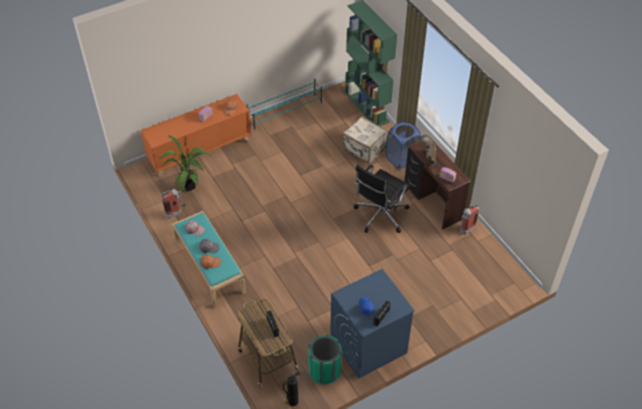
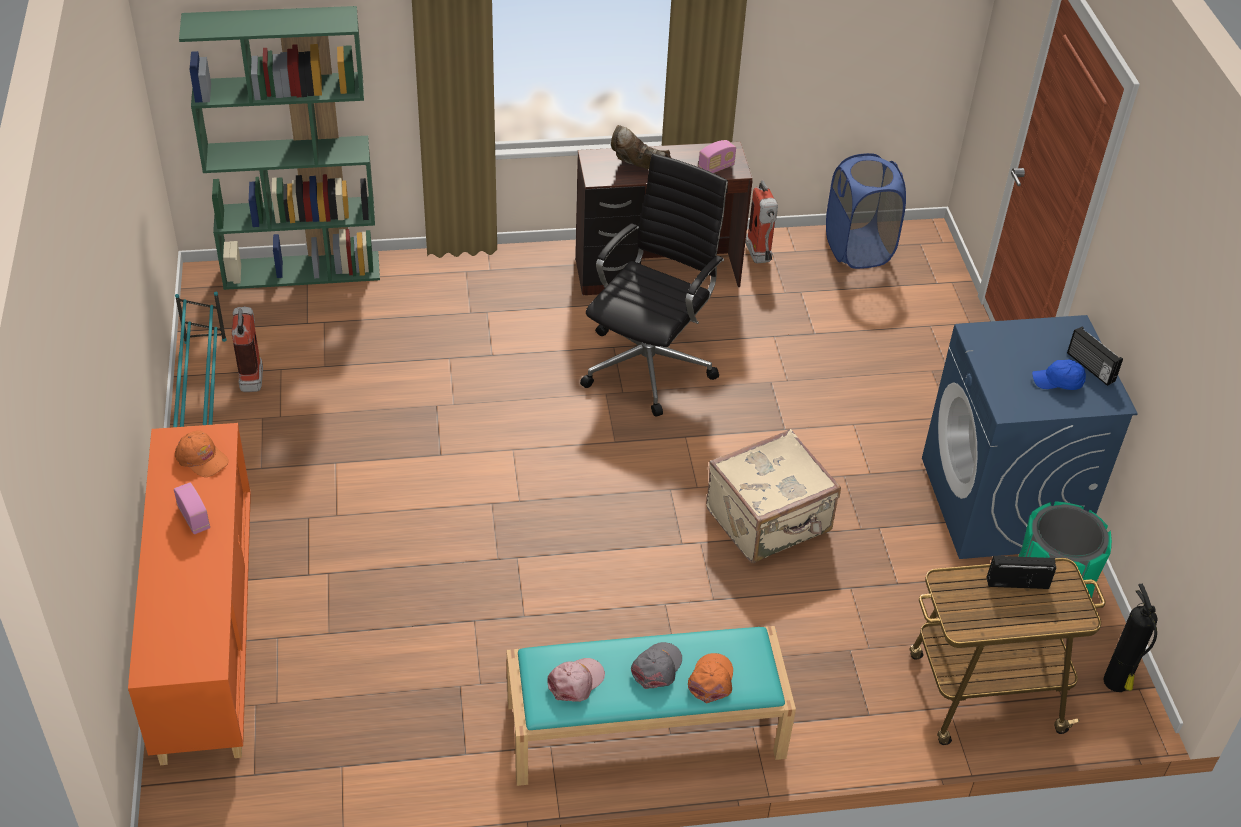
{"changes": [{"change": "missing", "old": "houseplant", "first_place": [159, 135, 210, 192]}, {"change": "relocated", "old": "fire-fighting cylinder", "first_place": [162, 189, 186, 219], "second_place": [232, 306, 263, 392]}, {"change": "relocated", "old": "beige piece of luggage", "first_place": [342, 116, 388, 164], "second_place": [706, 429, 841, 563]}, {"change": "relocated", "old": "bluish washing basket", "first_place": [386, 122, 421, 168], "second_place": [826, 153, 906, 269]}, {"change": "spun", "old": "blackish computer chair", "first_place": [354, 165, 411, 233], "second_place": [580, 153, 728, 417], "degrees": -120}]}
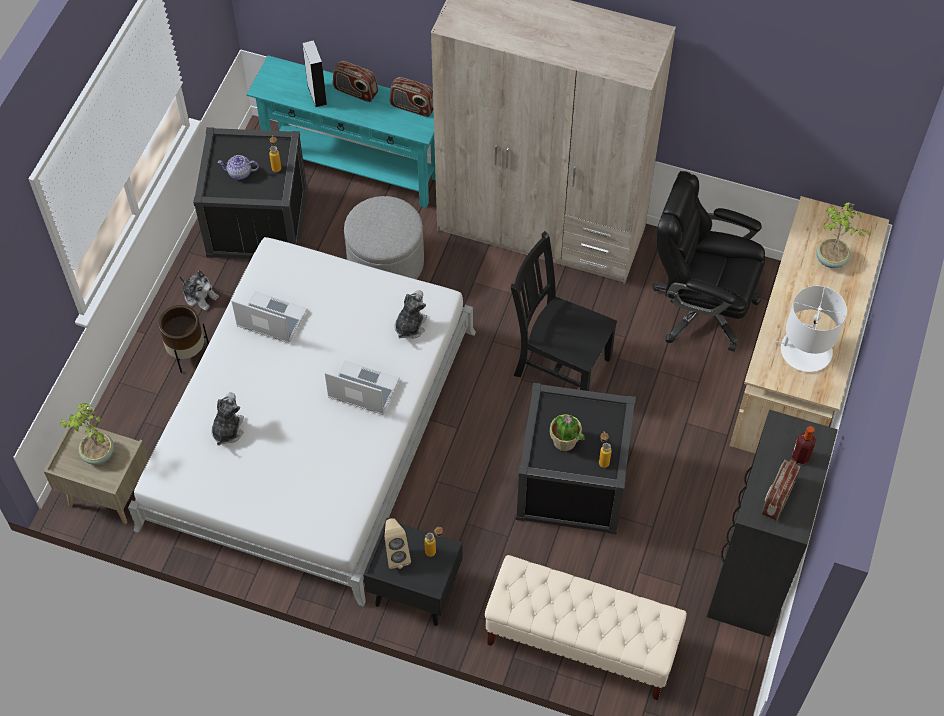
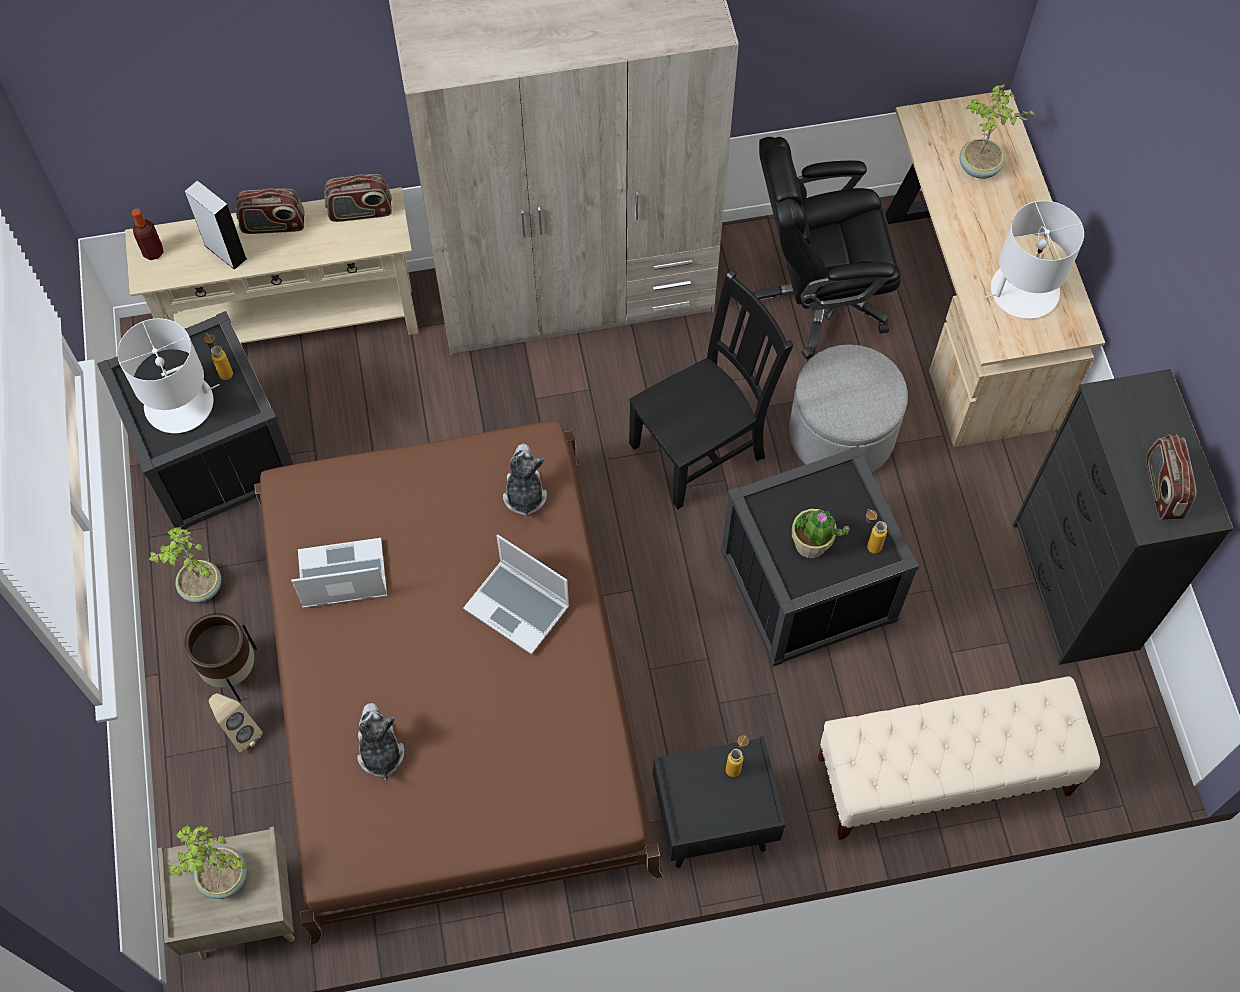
{"changes": [{"change": "relocated", "old": "greyish ottoman", "first_place": [344, 196, 424, 279], "second_place": [789, 344, 908, 473]}, {"change": "relocated", "old": "beige audio speaker", "first_place": [385, 518, 411, 569], "second_place": [209, 693, 263, 753]}, {"change": "relocated", "old": "bottle", "first_place": [792, 426, 816, 464], "second_place": [132, 209, 164, 260]}, {"change": "exchanged", "old": "plush toy", "new": "houseplant", "first_place": [179, 271, 219, 311], "second_place": [148, 527, 221, 603]}, {"change": "exchanged", "old": "teapot", "new": "white tabletop lamp", "first_place": [218, 155, 259, 180], "second_place": [117, 318, 220, 434]}, {"change": "colour", "old": "white sleeping bed", "new": "brown sleeping bed", "first_place": [128, 237, 476, 607], "second_place": [254, 420, 663, 944]}, {"change": "colour", "old": "turquoise hall table", "new": "beige hall table", "first_place": [247, 55, 436, 208], "second_place": [125, 187, 419, 343]}, {"change": "spun", "old": "notebook computer", "first_place": [325, 360, 400, 415], "second_place": [463, 534, 570, 654], "degrees": -135}, {"change": "spun", "old": "blackish plain chair", "first_place": [511, 231, 617, 391], "second_place": [629, 269, 793, 509], "degrees": 150}]}
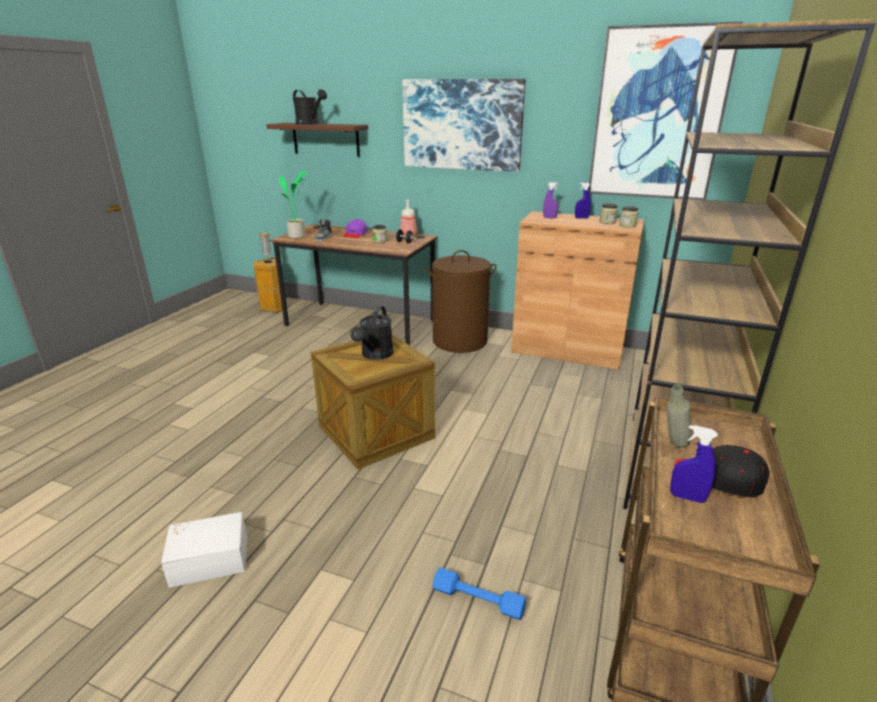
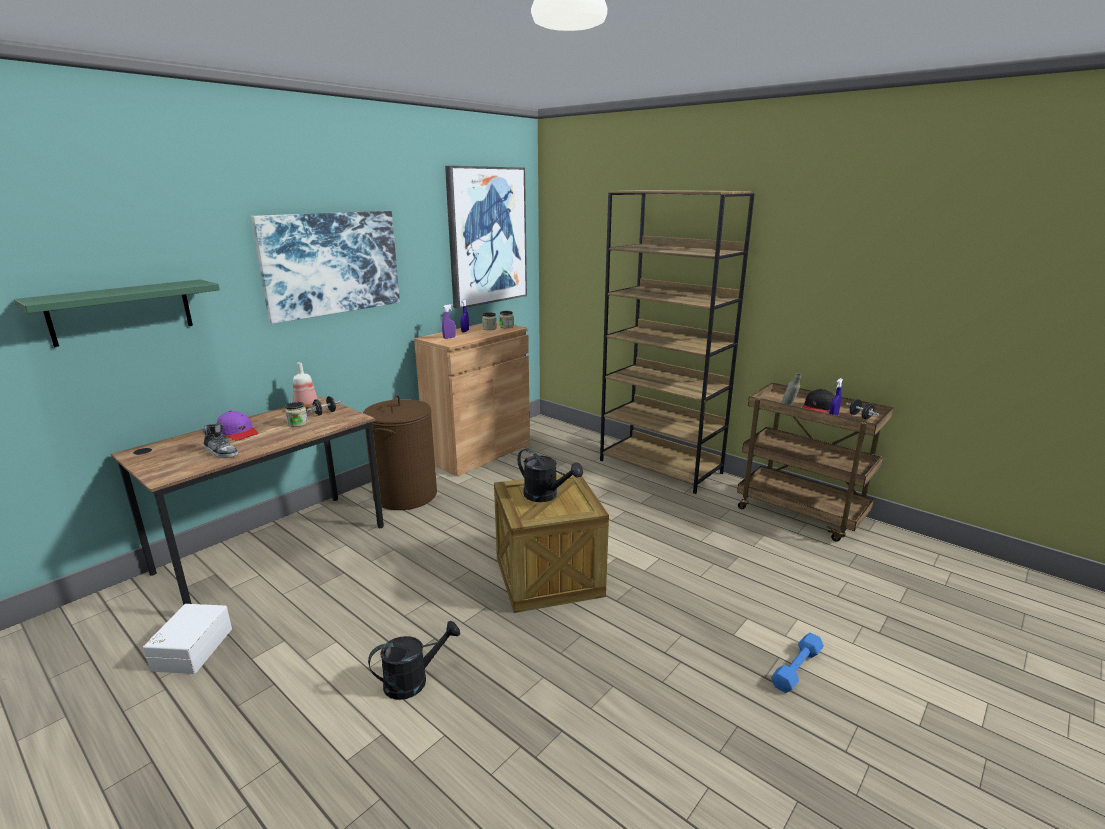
{"changes": [{"change": "missing", "old": "trash can", "first_place": [253, 233, 287, 313]}, {"change": "missing", "old": "houseplant", "first_place": [275, 171, 310, 239]}, {"change": "appeared", "new": "blackish hand weight", "second_place": [846, 399, 879, 419]}, {"change": "relocated", "old": "white storage container", "first_place": [161, 512, 247, 588], "second_place": [143, 604, 232, 674]}, {"change": "relocated", "old": "blackish watering can", "first_place": [293, 89, 327, 125], "second_place": [368, 621, 460, 700]}, {"change": "relocated", "old": "bluish hand weight", "first_place": [432, 567, 526, 620], "second_place": [771, 633, 824, 693]}, {"change": "colour", "old": "brown bracket shelf", "new": "greenish bracket shelf", "first_place": [266, 123, 368, 157], "second_place": [14, 279, 220, 347]}]}
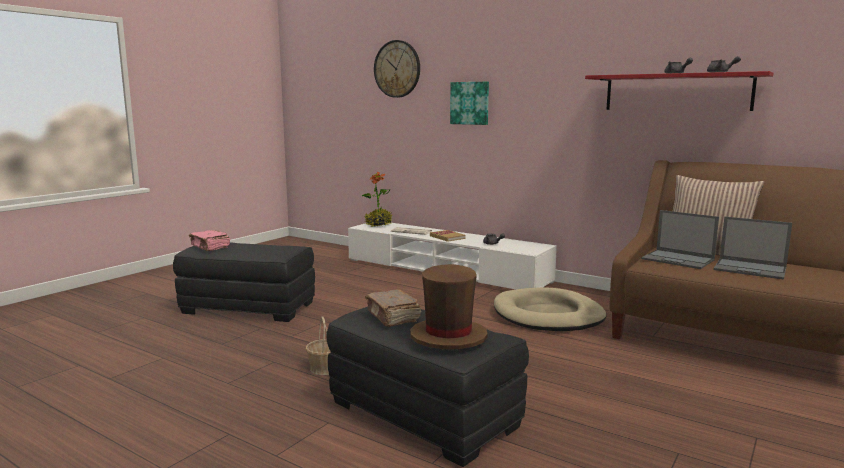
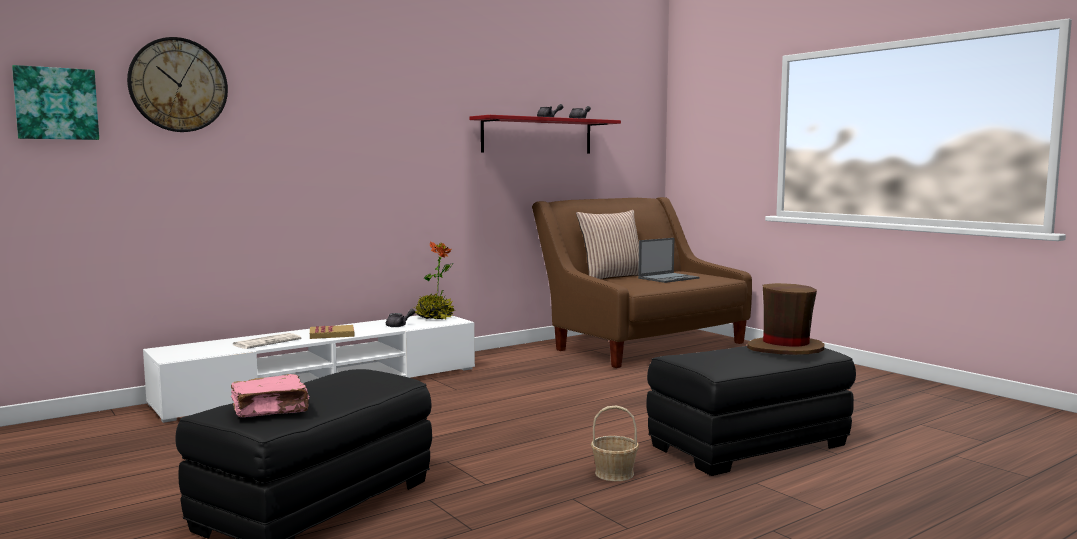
{"changes": [{"change": "missing", "old": "brown volume", "first_place": [365, 289, 421, 327]}, {"change": "missing", "old": "beige pet bed", "first_place": [494, 287, 606, 331]}, {"change": "missing", "old": "notebook computer", "first_place": [641, 210, 719, 269]}, {"change": "relocated", "old": "houseplant", "first_place": [361, 172, 392, 227], "second_place": [415, 242, 455, 319]}, {"change": "relocated", "old": "wall art", "first_place": [450, 82, 489, 125], "second_place": [12, 65, 99, 140]}]}
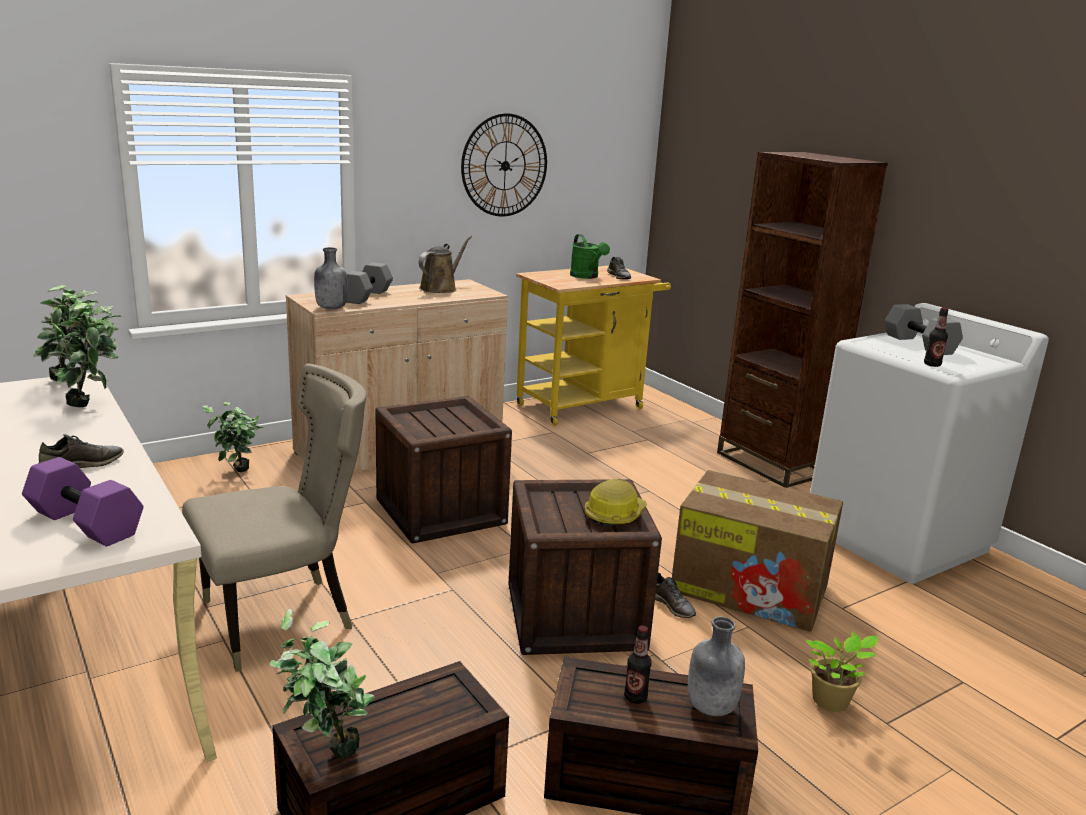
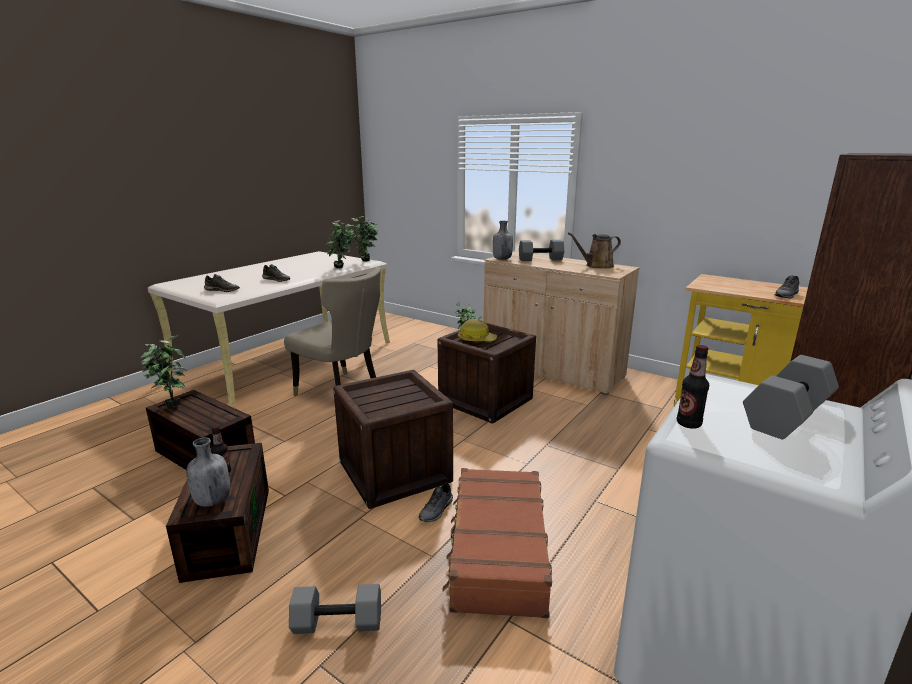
{"changes": [{"change": "missing", "old": "clock on the wall", "first_place": [461, 113, 547, 217]}, {"change": "missing", "old": "greenish watering can", "first_place": [570, 234, 610, 279]}, {"change": "relocated", "old": "work helmet", "first_place": [585, 479, 647, 527], "second_place": [458, 319, 497, 341]}, {"change": "exchanged", "old": "purplish hand weight", "new": "greyish item of footwear", "first_place": [22, 457, 143, 546], "second_place": [204, 274, 240, 292]}, {"change": "exchanged", "old": "packing box", "new": "brown piece of luggage", "first_place": [672, 470, 843, 632], "second_place": [442, 468, 552, 618]}, {"change": "exchanged", "old": "houseplant", "new": "greyish hand weight", "first_place": [805, 632, 878, 712], "second_place": [289, 584, 381, 634]}, {"change": "spun", "old": "brown watering can", "first_place": [418, 236, 472, 293], "second_place": [567, 232, 621, 268], "degrees": 150}]}
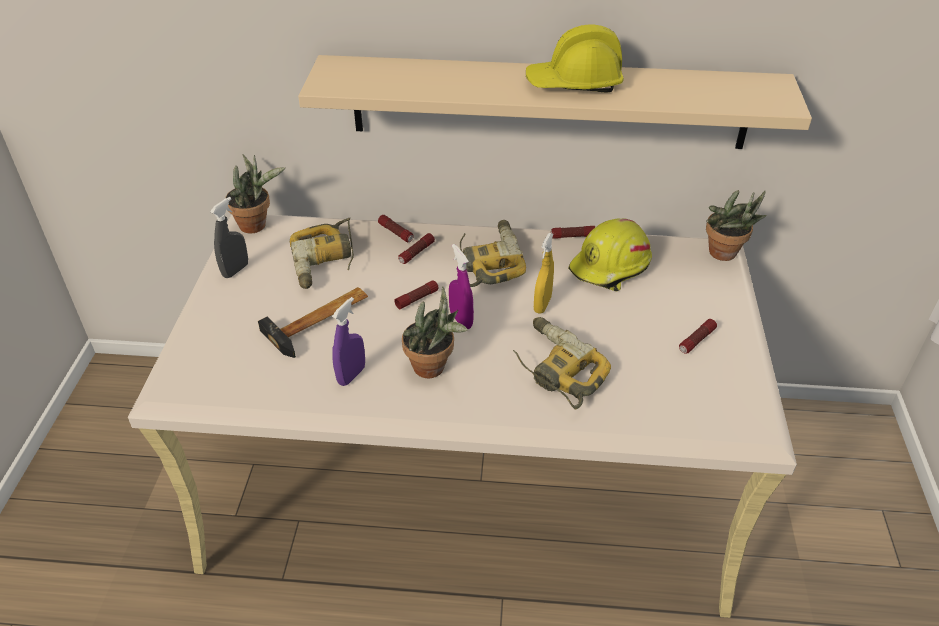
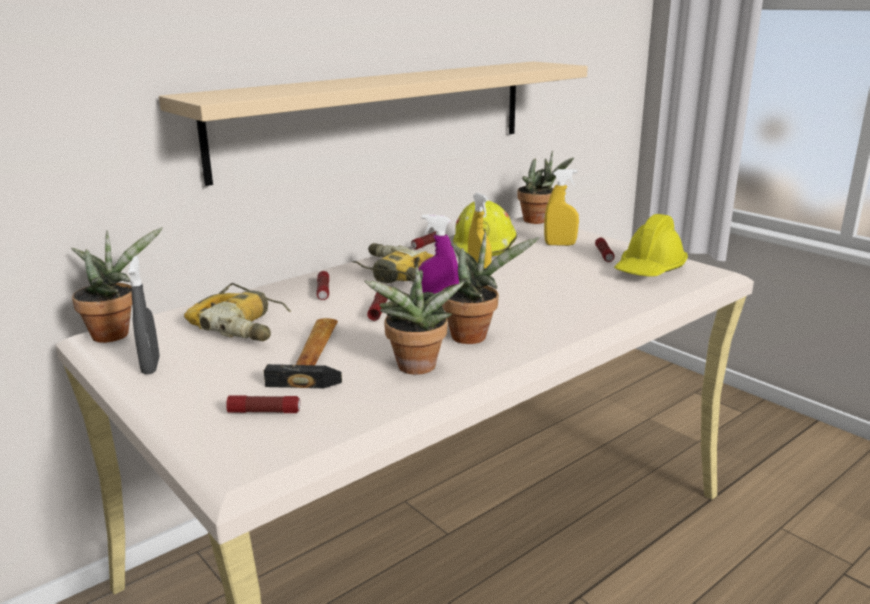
{"changes": [{"change": "missing", "old": "drill", "first_place": [513, 317, 611, 410]}, {"change": "appeared", "new": "yellow-coloured hand sprayer", "second_place": [544, 169, 579, 246]}, {"change": "relocated", "old": "torch", "first_place": [378, 215, 414, 242], "second_place": [226, 395, 300, 413]}, {"change": "relocated", "old": "yellow-coloured work helmet", "first_place": [526, 25, 624, 93], "second_place": [614, 214, 688, 277]}, {"change": "exchanged", "old": "purplish hand sprayer", "new": "houseplant", "first_place": [332, 297, 365, 386], "second_place": [364, 266, 464, 374]}]}
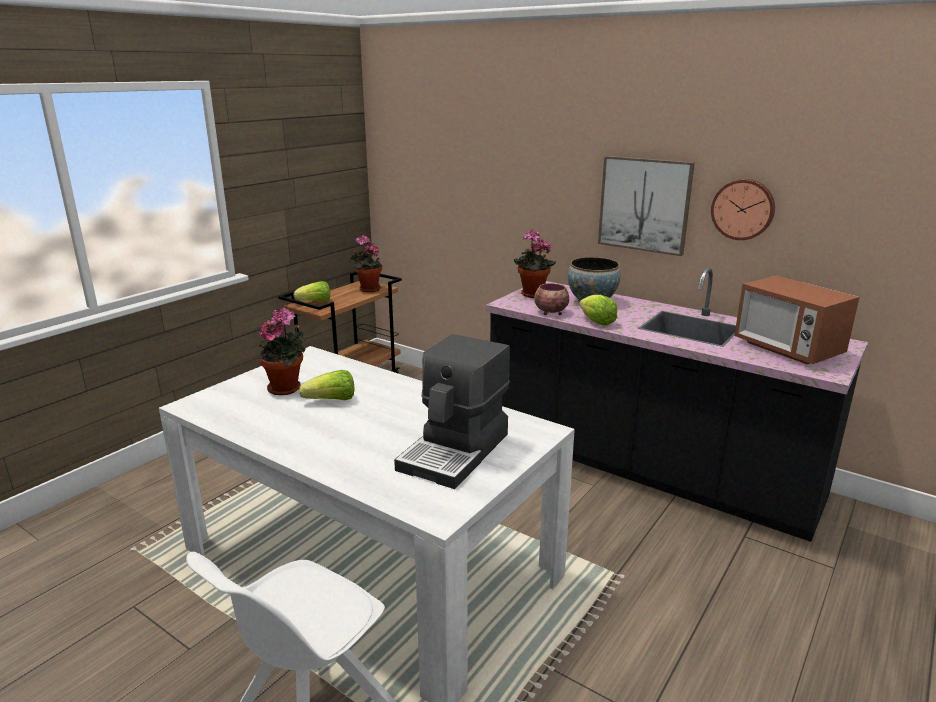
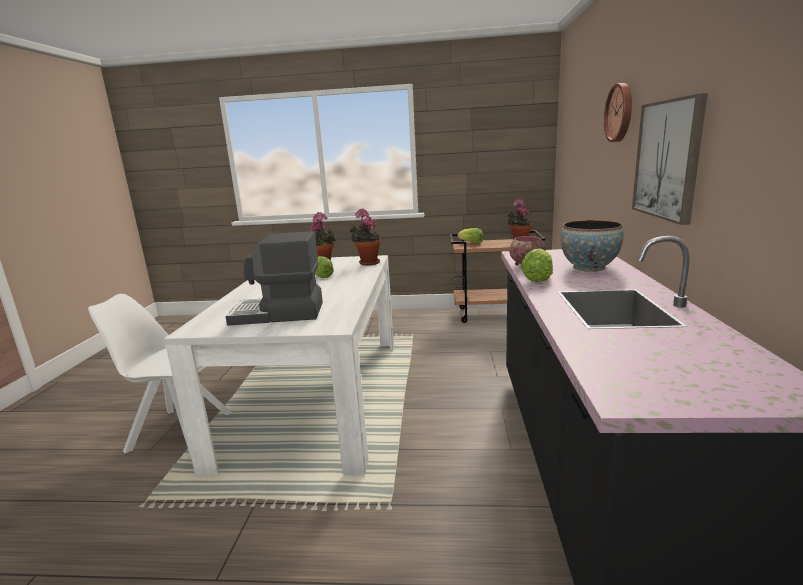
{"changes": [{"change": "missing", "old": "kitchen microwave", "first_place": [734, 275, 859, 364]}, {"change": "relocated", "old": "houseplant", "first_place": [514, 229, 556, 298], "second_place": [350, 209, 381, 265]}, {"change": "relocated", "old": "clock on the wall", "first_place": [711, 179, 775, 240], "second_place": [604, 83, 632, 142]}]}
